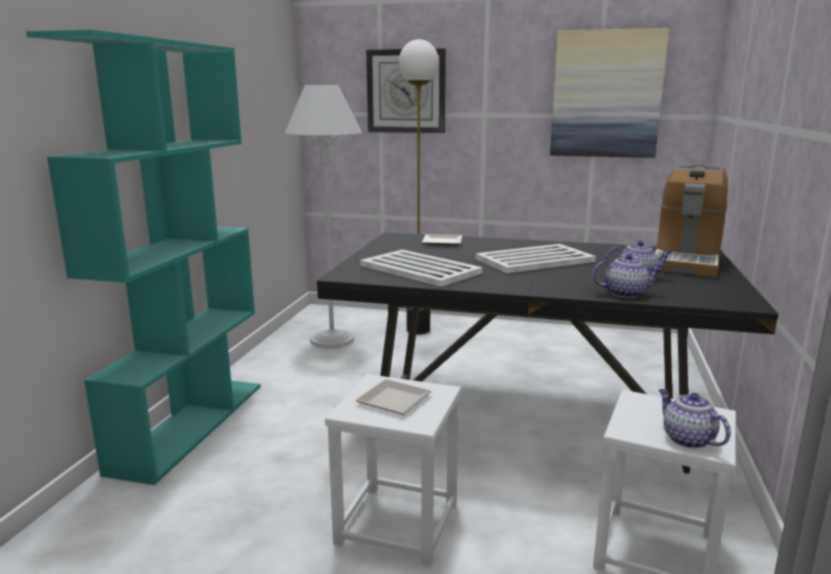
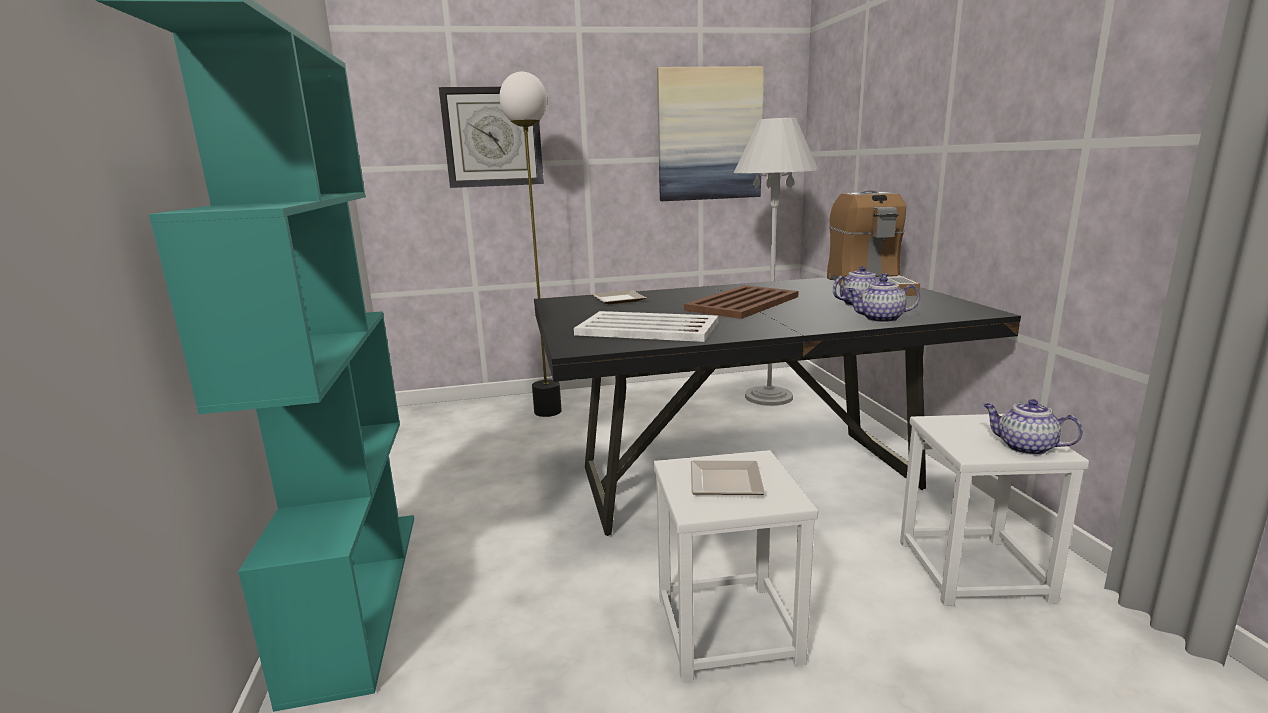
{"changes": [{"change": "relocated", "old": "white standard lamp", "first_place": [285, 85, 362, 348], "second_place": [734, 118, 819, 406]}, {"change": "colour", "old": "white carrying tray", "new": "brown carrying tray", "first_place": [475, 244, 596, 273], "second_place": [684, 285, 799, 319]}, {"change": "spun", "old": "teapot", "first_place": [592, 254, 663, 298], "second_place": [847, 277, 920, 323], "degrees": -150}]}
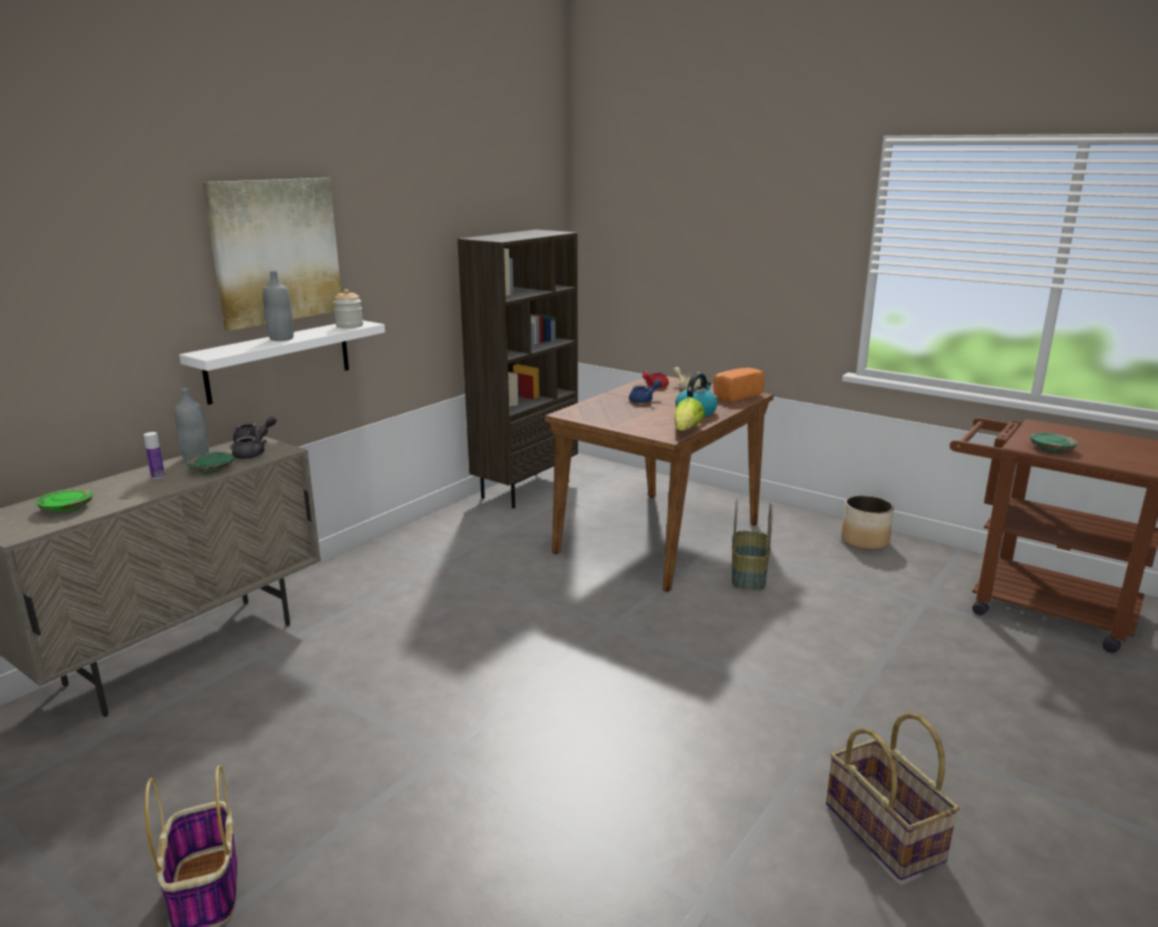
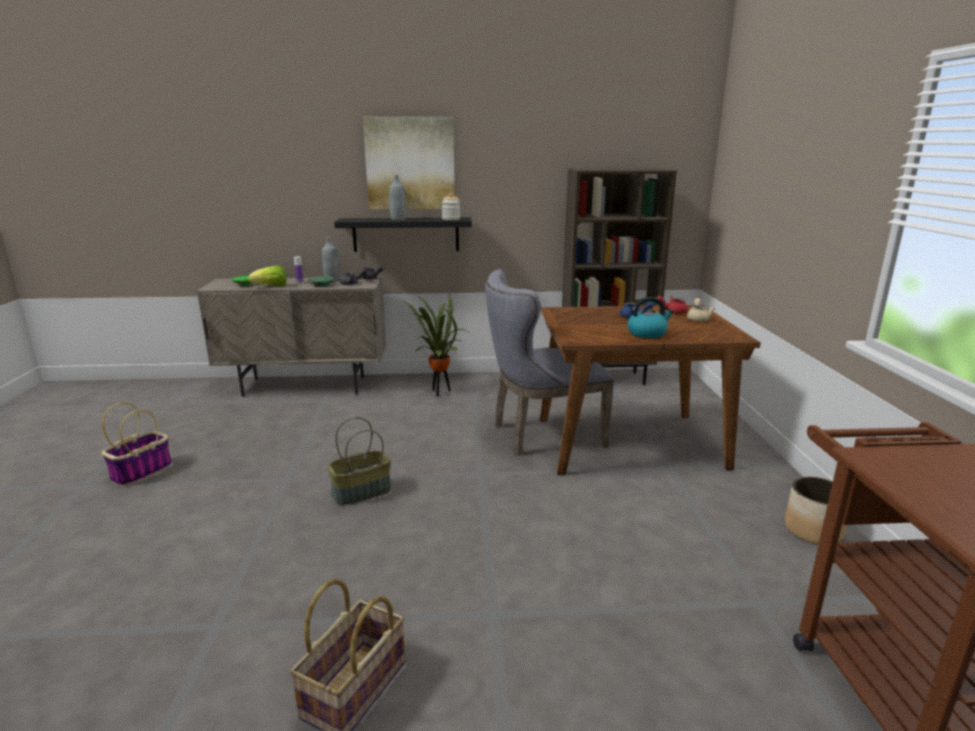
{"changes": [{"change": "missing", "old": "bakery bread", "first_place": [713, 368, 764, 402]}, {"change": "missing", "old": "greenish plate", "first_place": [1030, 433, 1078, 452]}, {"change": "appeared", "new": "houseplant", "second_place": [403, 294, 468, 397]}, {"change": "appeared", "new": "greyish plain chair", "second_place": [485, 270, 614, 456]}, {"change": "relocated", "old": "head of lettuce", "first_place": [674, 397, 705, 431], "second_place": [249, 265, 287, 286]}, {"change": "relocated", "old": "storage basket", "first_place": [732, 499, 773, 591], "second_place": [327, 417, 391, 506]}, {"change": "colour", "old": "white bracket shelf", "new": "blackish bracket shelf", "first_place": [179, 320, 385, 405], "second_place": [334, 218, 472, 252]}]}
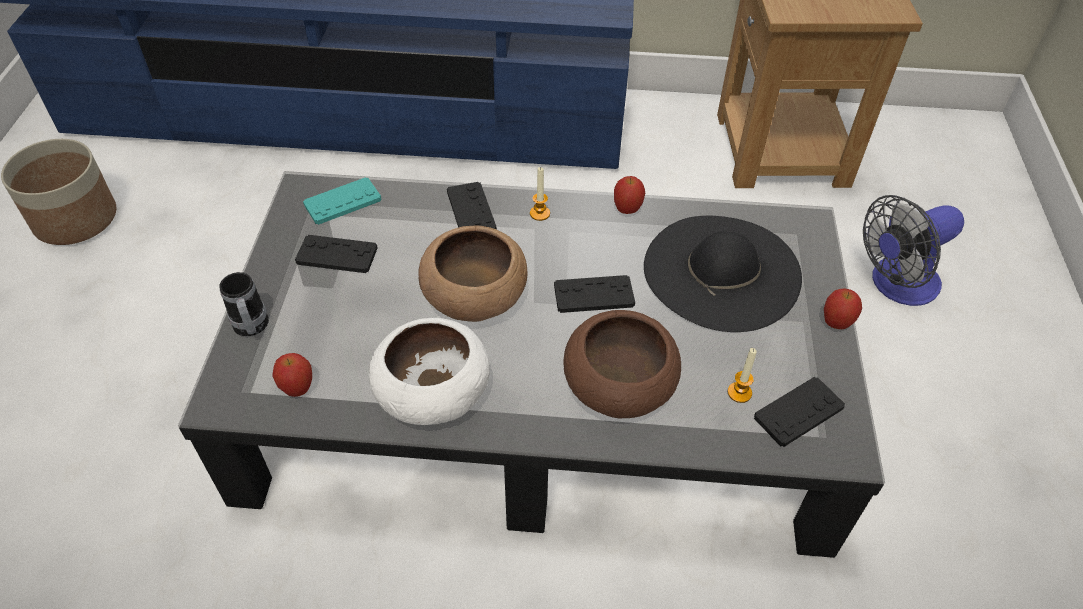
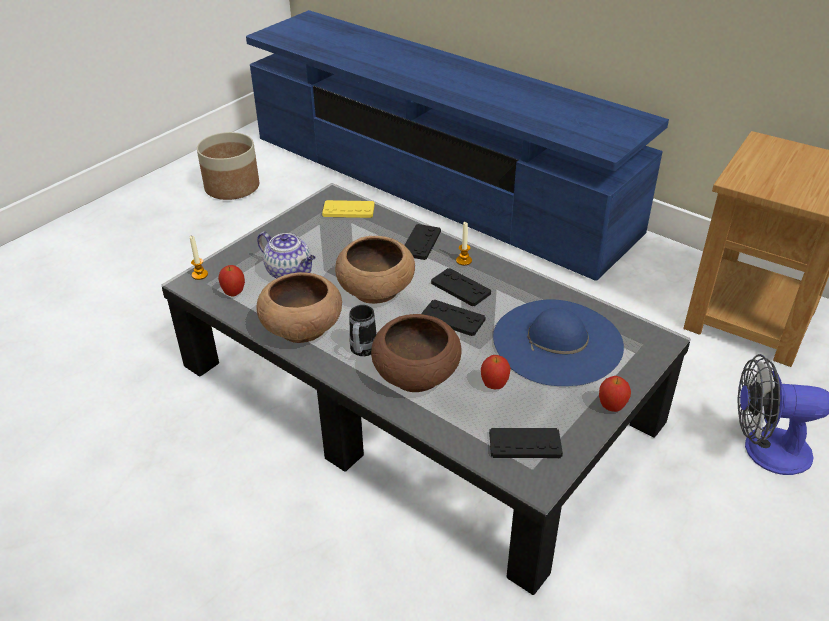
{"changes": [{"change": "appeared", "new": "teapot", "second_place": [257, 232, 316, 279]}, {"change": "relocated", "old": "mug", "first_place": [220, 272, 269, 336], "second_place": [349, 305, 377, 356]}, {"change": "relocated", "old": "blackish game controller", "first_place": [295, 235, 378, 273], "second_place": [431, 268, 491, 307]}, {"change": "relocated", "old": "apple", "first_place": [614, 176, 645, 214], "second_place": [481, 355, 511, 389]}, {"change": "relocated", "old": "candle", "first_place": [728, 348, 757, 403], "second_place": [190, 236, 208, 280]}, {"change": "colour", "old": "turquoise game controller", "new": "yellow-coloured game controller", "first_place": [303, 177, 382, 225], "second_place": [322, 200, 375, 218]}, {"change": "colour", "old": "white serving bowl", "new": "brown serving bowl", "first_place": [369, 318, 490, 425], "second_place": [256, 272, 342, 343]}, {"change": "colour", "old": "blackish wearable hat", "new": "bluish wearable hat", "first_place": [644, 215, 802, 332], "second_place": [493, 299, 624, 386]}]}
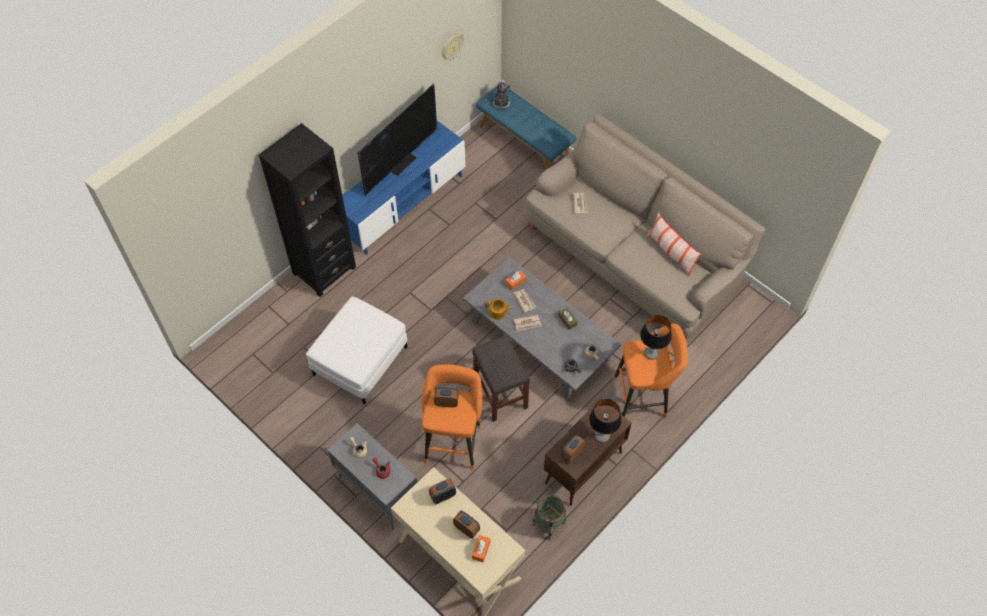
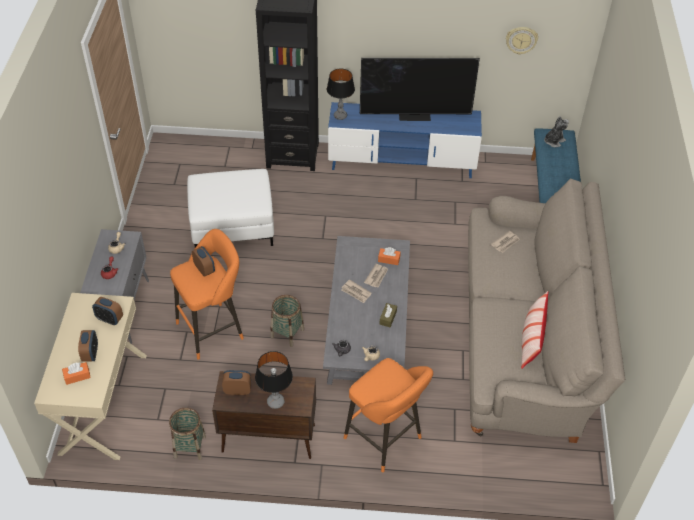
{"changes": [{"change": "missing", "old": "teapot", "first_place": [485, 299, 512, 320]}, {"change": "relocated", "old": "tabletop lamp", "first_place": [640, 315, 672, 360], "second_place": [327, 68, 355, 120]}, {"change": "exchanged", "old": "greyish stool", "new": "storage basket", "first_place": [472, 335, 530, 422], "second_place": [270, 295, 304, 347]}]}
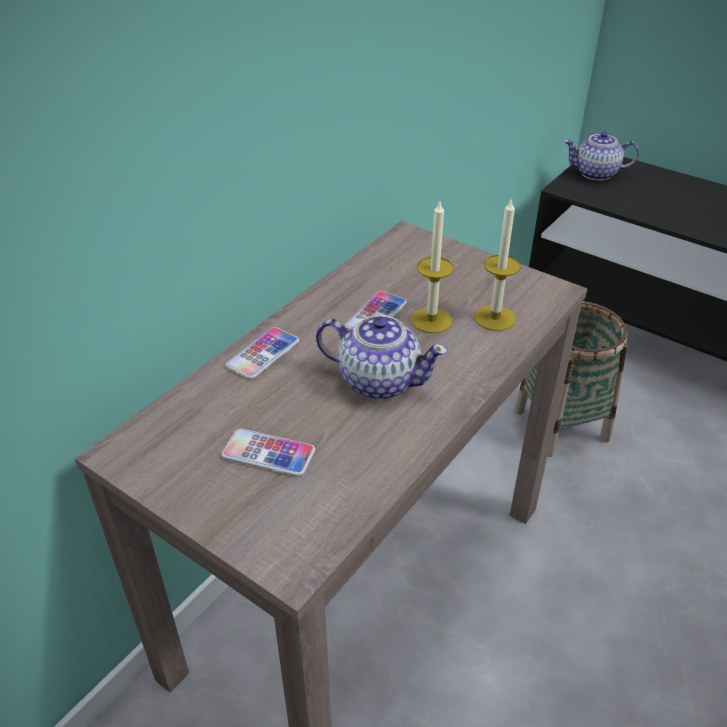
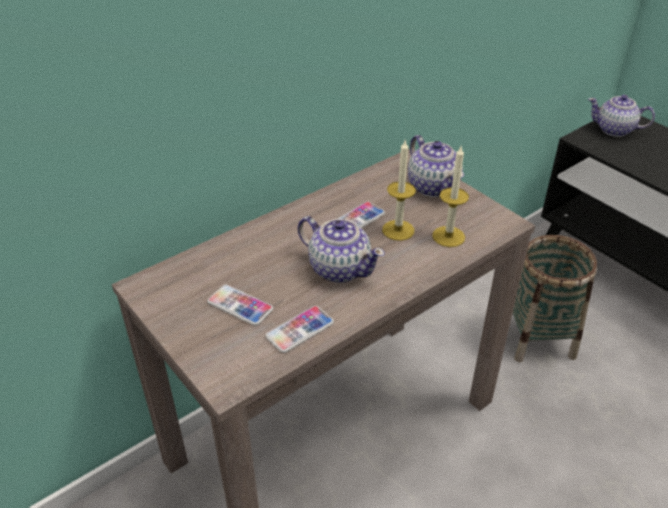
{"changes": [{"change": "appeared", "new": "teapot", "second_place": [408, 135, 464, 197]}, {"change": "relocated", "old": "telephone", "first_place": [226, 327, 299, 379], "second_place": [266, 306, 334, 353]}]}
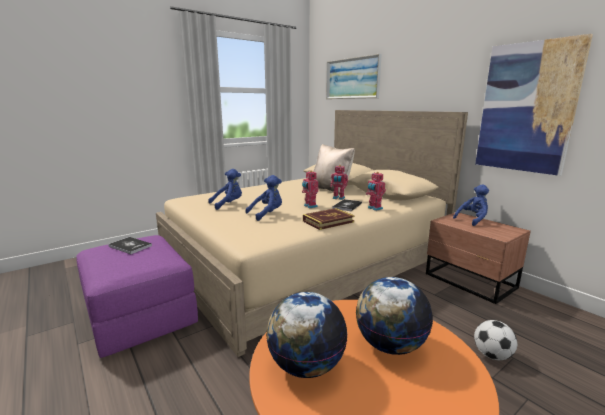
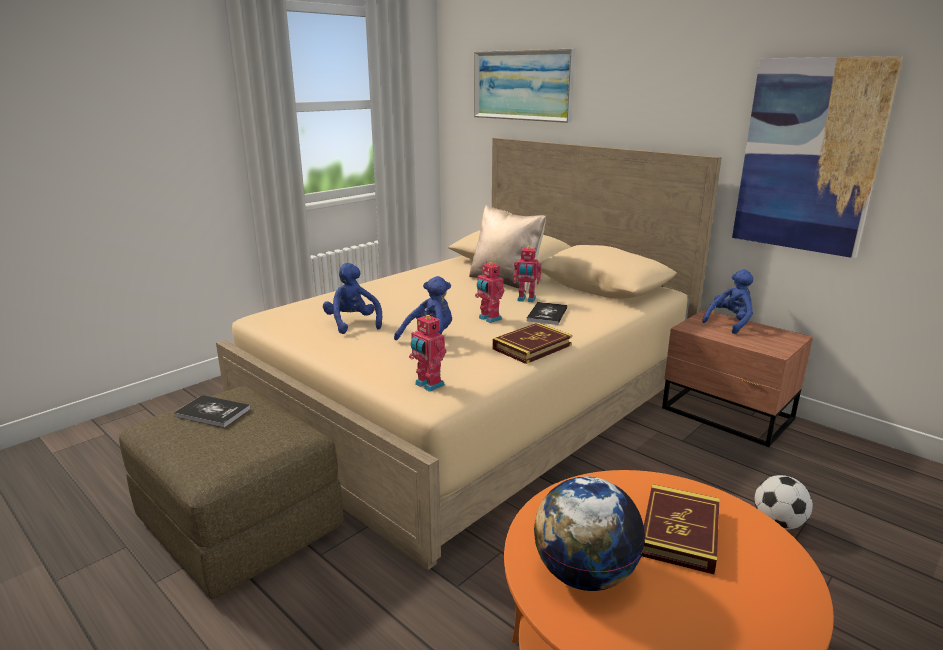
{"changes": [{"change": "relocated", "old": "robot figure", "first_place": [366, 172, 386, 211], "second_place": [409, 314, 446, 392]}, {"change": "exchanged", "old": "globe", "new": "volume", "first_place": [356, 277, 433, 355], "second_place": [641, 484, 719, 575]}, {"change": "colour", "old": "purplish ottoman", "new": "brown ottoman", "first_place": [77, 235, 198, 358], "second_place": [119, 386, 344, 600]}, {"change": "spun", "old": "bluish plush toy", "first_place": [208, 169, 242, 210], "second_place": [323, 263, 382, 334], "degrees": -75}]}
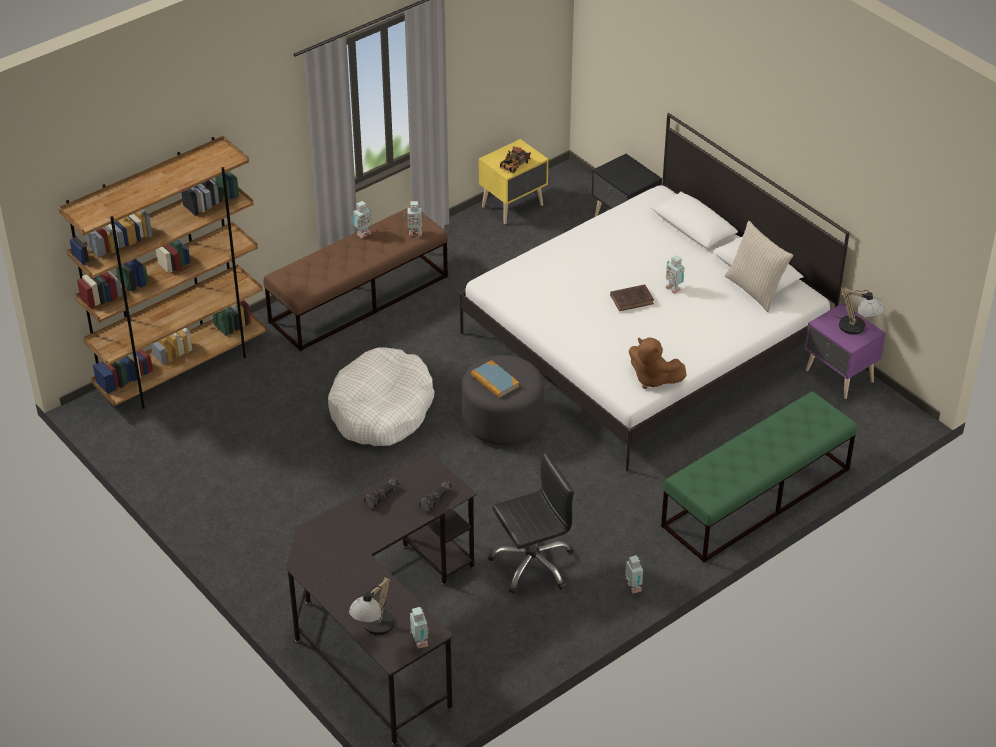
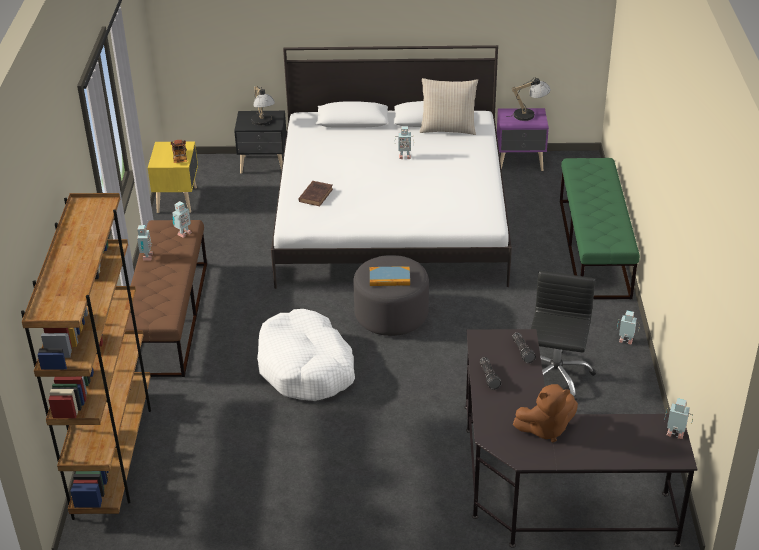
{"changes": [{"change": "relocated", "old": "tabletop lamp", "first_place": [349, 577, 394, 635], "second_place": [251, 86, 275, 126]}, {"change": "relocated", "old": "brown volume", "first_place": [610, 284, 654, 311], "second_place": [299, 181, 333, 206]}, {"change": "relocated", "old": "brown plush toy", "first_place": [629, 337, 687, 389], "second_place": [513, 384, 578, 443]}]}
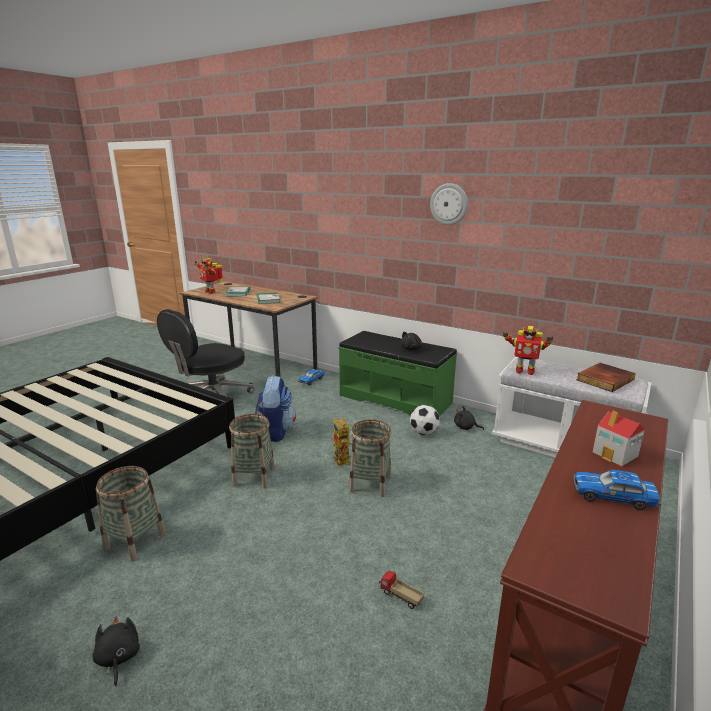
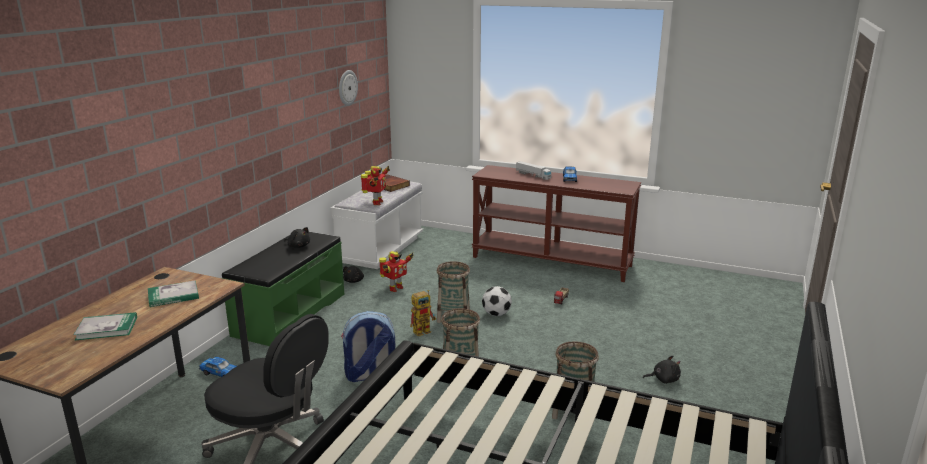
{"changes": [{"change": "relocated", "old": "robot figure", "first_place": [195, 258, 223, 294], "second_place": [379, 251, 414, 292]}, {"change": "relocated", "old": "ball for football", "first_place": [410, 405, 440, 435], "second_place": [482, 286, 512, 316]}, {"change": "relocated", "old": "clock on the wall", "first_place": [430, 183, 468, 225], "second_place": [339, 70, 358, 106]}, {"change": "exchanged", "old": "miniature house", "new": "toy truck", "first_place": [592, 411, 645, 466], "second_place": [516, 161, 551, 180]}, {"change": "spun", "old": "blackish plush toy", "first_place": [92, 616, 140, 686], "second_place": [643, 356, 681, 384], "degrees": -150}]}
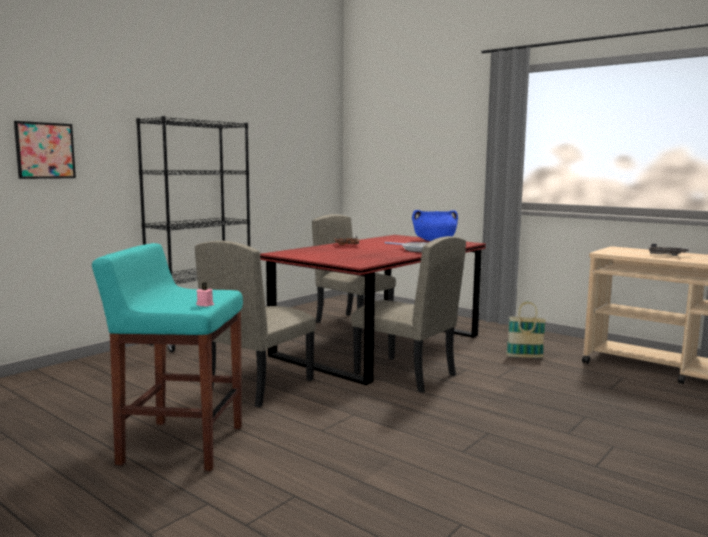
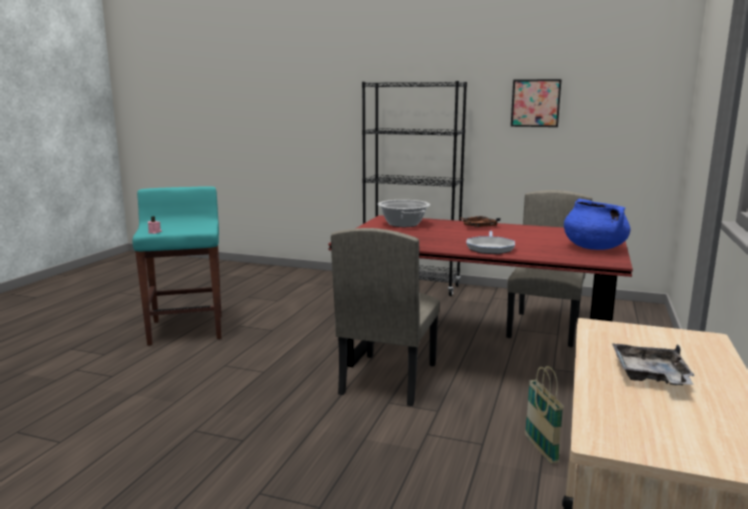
{"changes": [{"change": "missing", "old": "beige plain chair", "first_place": [195, 241, 316, 407]}, {"change": "appeared", "new": "cooking pot", "second_place": [378, 200, 430, 227]}, {"change": "relocated", "old": "wall art", "first_place": [14, 121, 76, 179], "second_place": [511, 79, 562, 127]}]}
